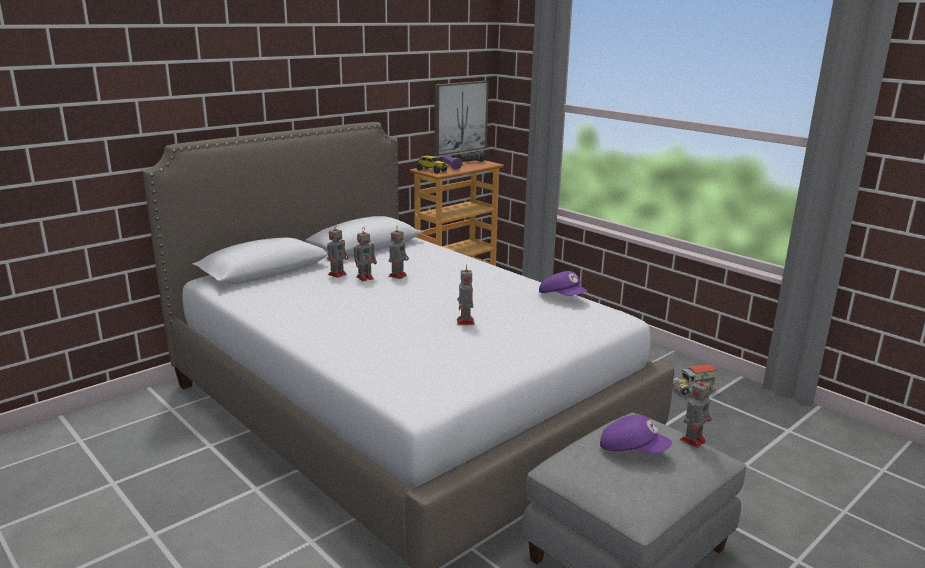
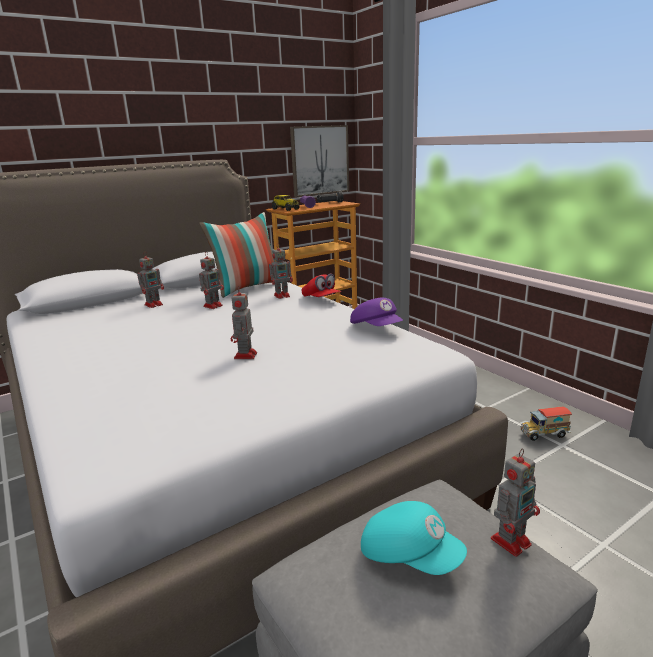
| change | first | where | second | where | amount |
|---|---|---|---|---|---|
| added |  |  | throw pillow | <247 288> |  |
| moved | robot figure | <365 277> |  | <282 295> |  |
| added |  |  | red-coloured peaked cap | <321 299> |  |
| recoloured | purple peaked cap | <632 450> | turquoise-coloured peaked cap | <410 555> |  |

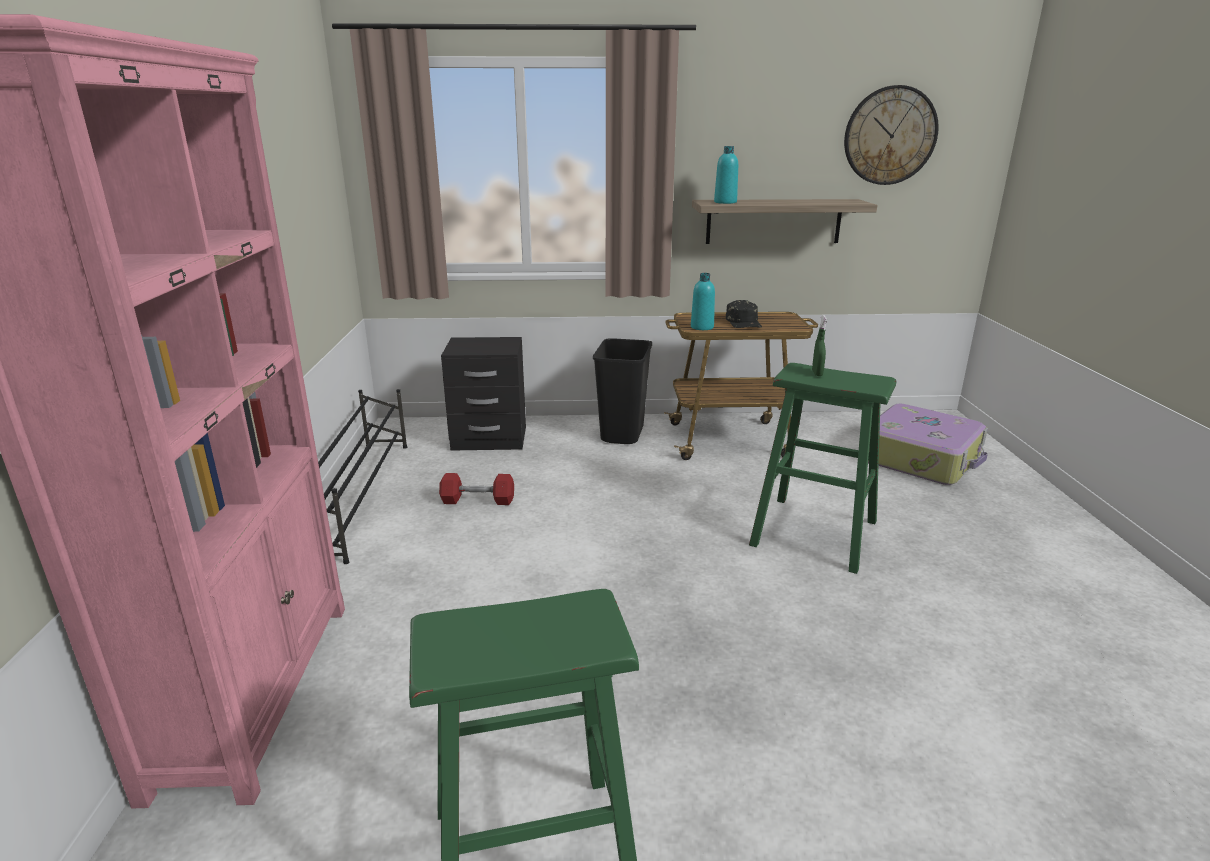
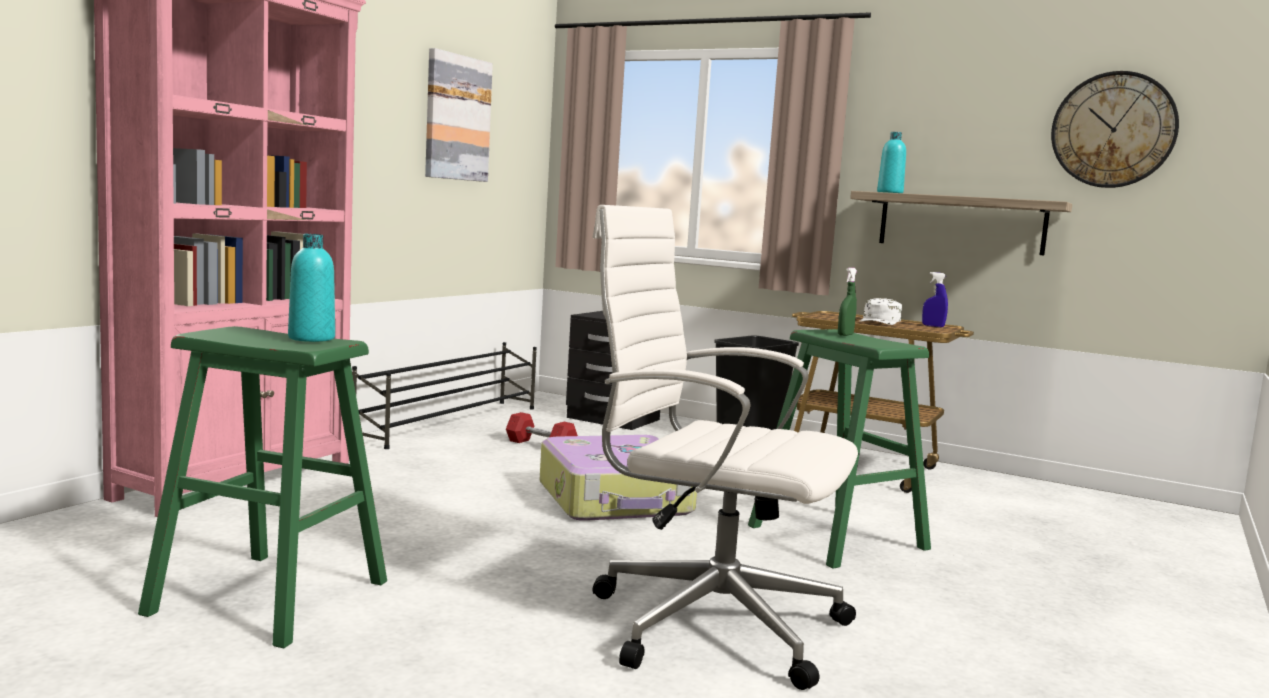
| change | first | where | second | where | amount |
|---|---|---|---|---|---|
| moved | turquoise-coloured drink bottle | <702 327> |  | <311 338> |  |
| added |  |  | wall picture | <457 118> |  |
| moved | travel case | <921 458> |  | <616 499> |  |
| added |  |  | white office chair | <709 622> |  |
| recoloured | black-coloured peaked cap | <744 322> | white peaked cap | <880 321> |  |
| added |  |  | blue-coloured sprayer | <933 326> |  |

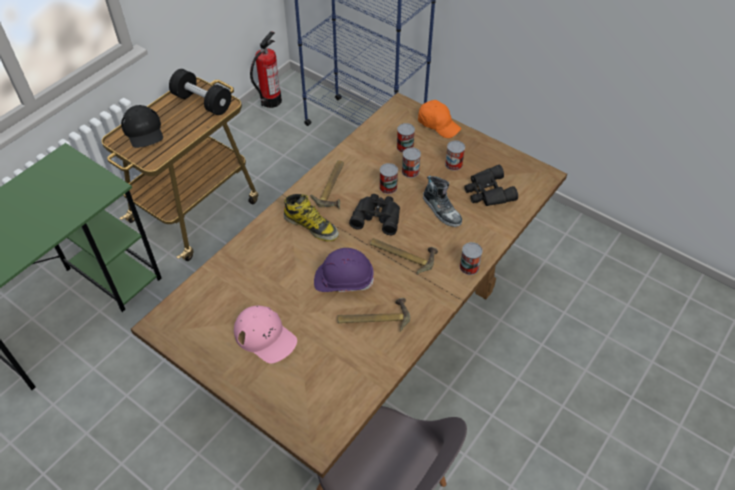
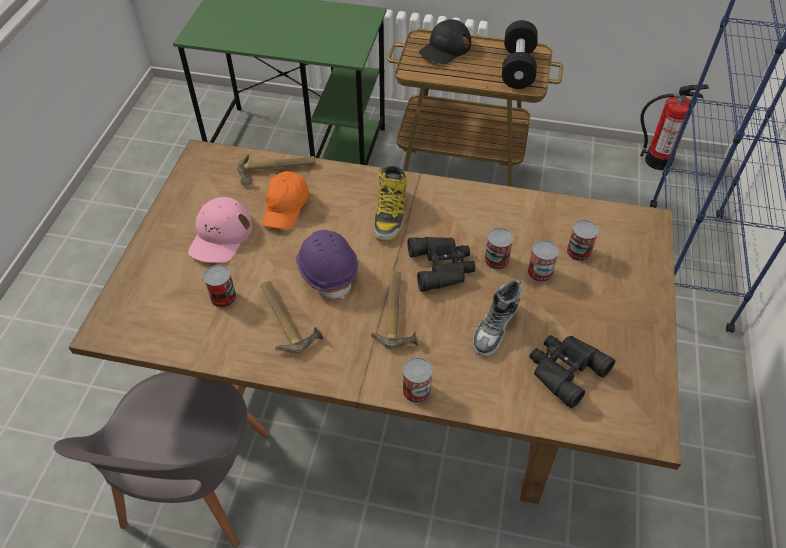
| change | first | where | second | where | amount |
|---|---|---|---|---|---|
| moved | can | <453 164> |  | <223 297> |  |
| moved | tool hammer | <333 187> |  | <276 170> |  |
| moved | orange-coloured peaked cap | <438 124> |  | <286 208> |  |

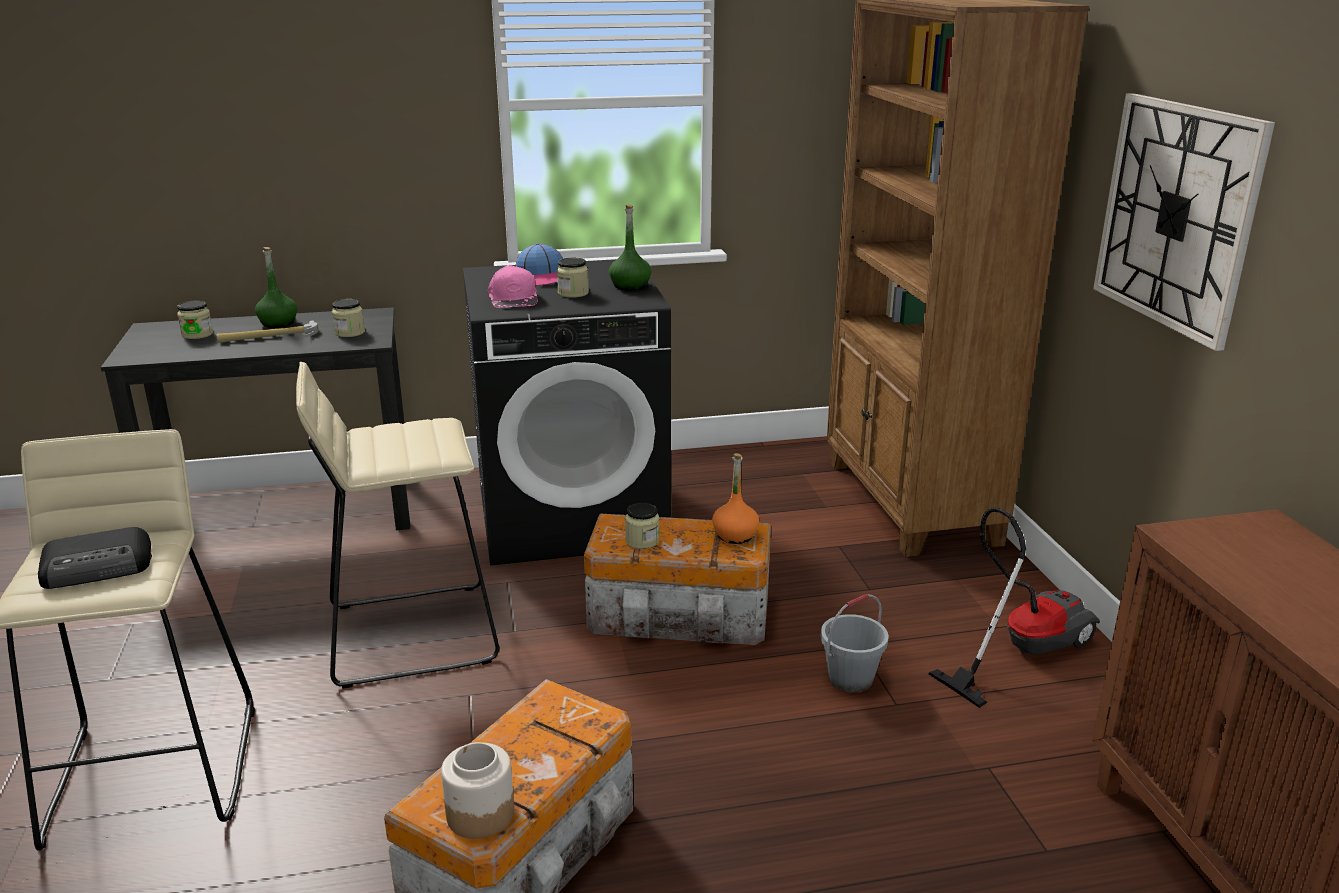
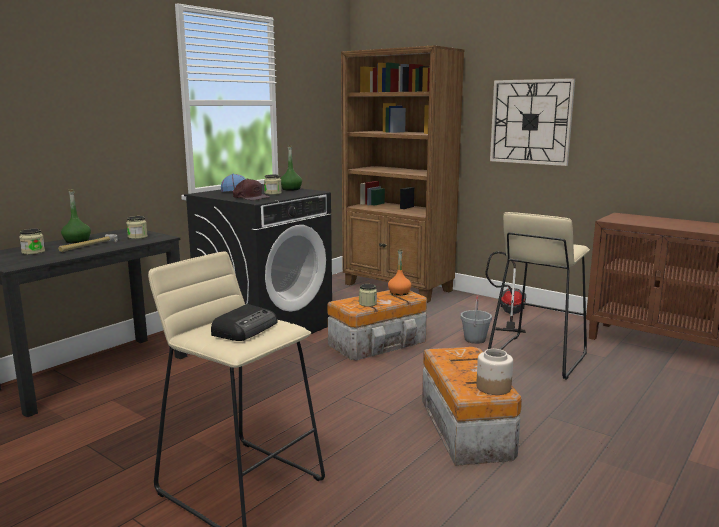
| change | first | where | second | where | amount |
|---|---|---|---|---|---|
| recoloured | pink peaked cap | <514 298> | brown-coloured peaked cap | <250 197> |  |
| moved | beige sitting stool | <410 633> |  | <536 357> |  |

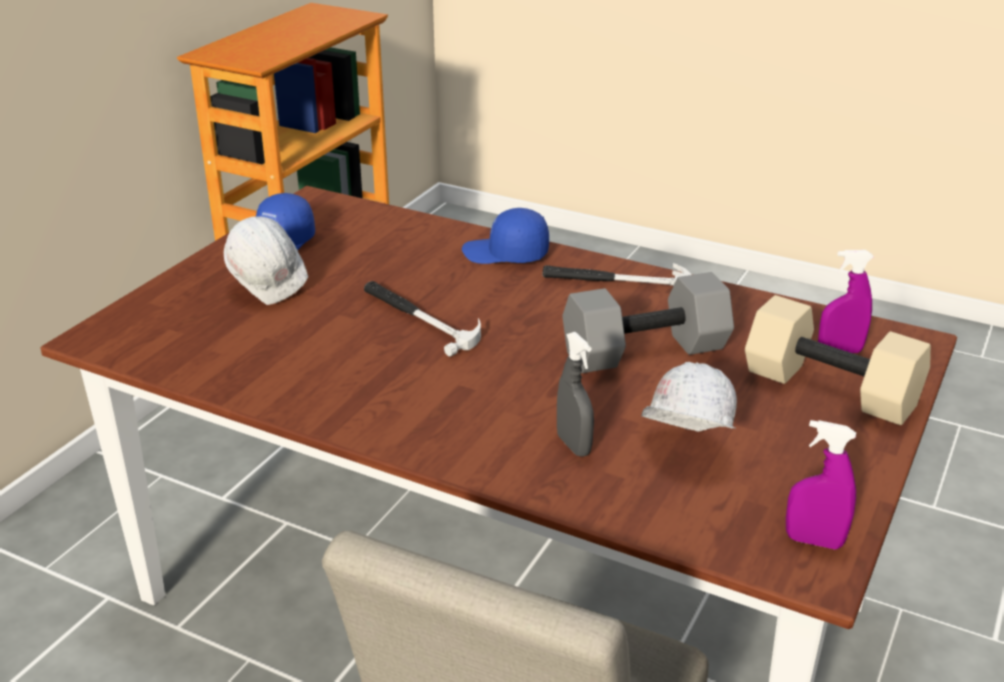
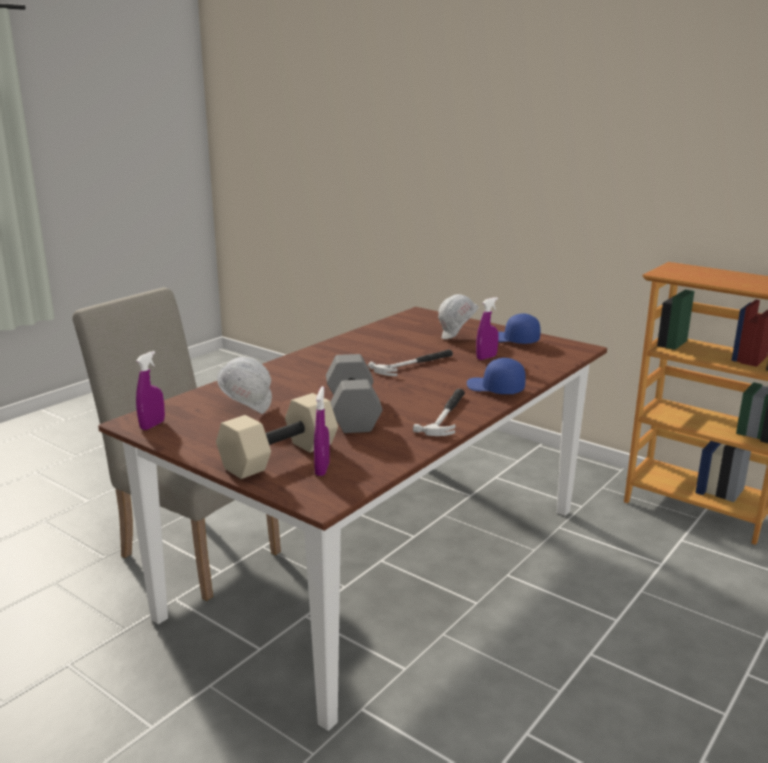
| change | first | where | second | where | amount |
|---|---|---|---|---|---|
| turned | blue-coloured peaked cap | <505 254> |  | <495 389> | 75 degrees counterclockwise |
| added |  |  | purple sprayer | <486 357> |  |
| removed | greyish sprayer | <573 445> |  |  |  |

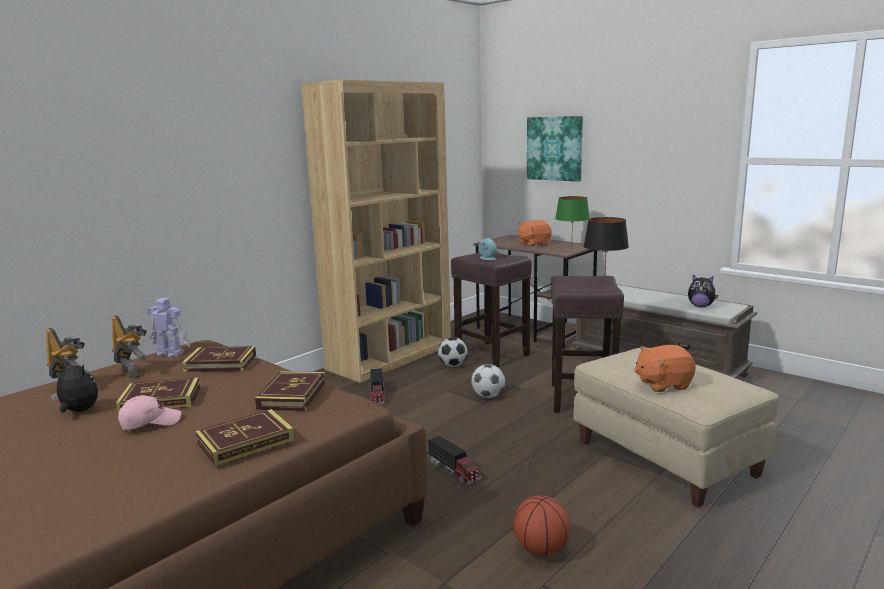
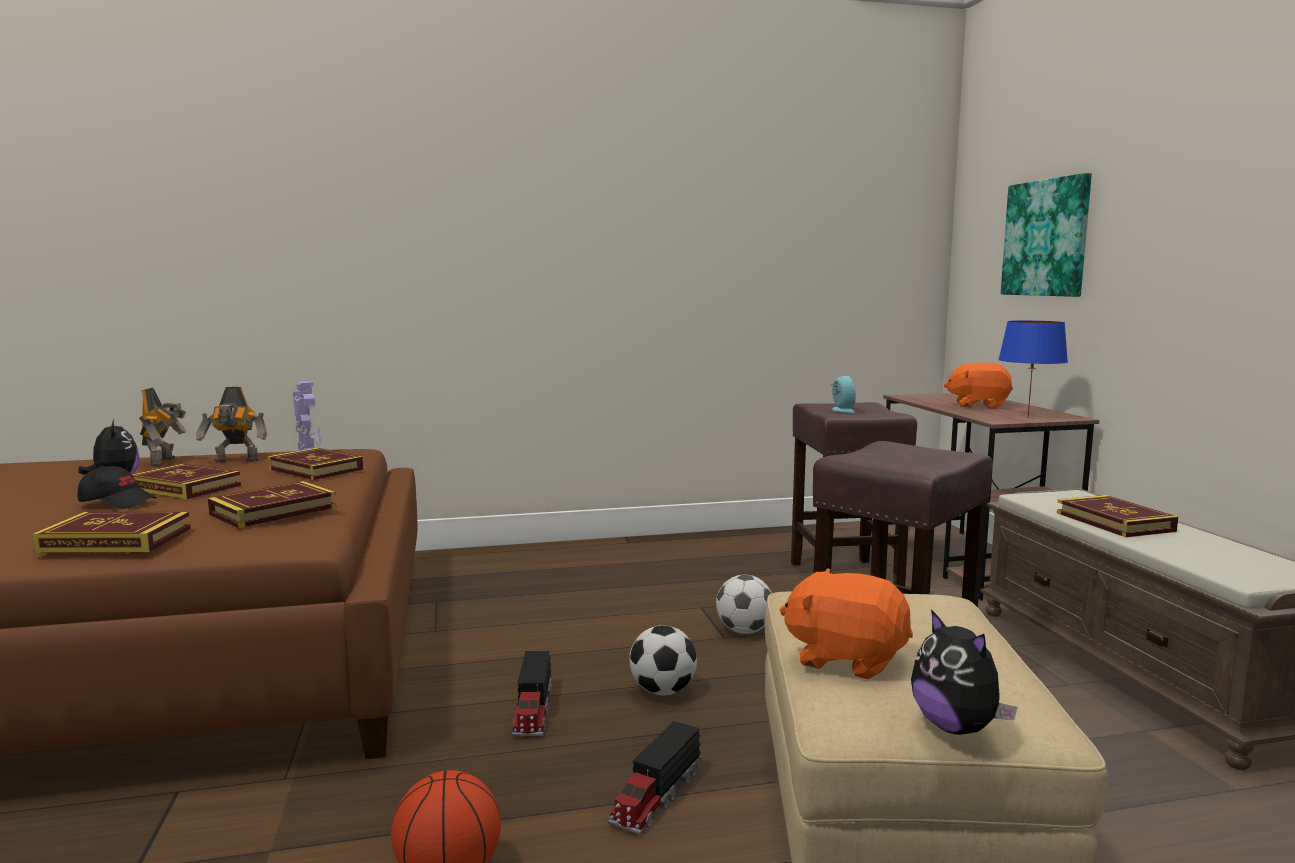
| change | first | where | second | where | amount |
|---|---|---|---|---|---|
| recoloured | pink peaked cap | <150 422> | black-coloured peaked cap | <118 502> |  |
| turned | robot figure | <132 372> |  | <236 461> | 90 degrees clockwise |
| moved | toy truck | <377 394> |  | <656 796> |  |
| moved | football | <452 365> |  | <662 691> |  |
| moved | plush toy | <700 306> |  | <956 727> |  |
| recoloured | green tabletop lamp | <571 249> | blue-coloured tabletop lamp | <1027 418> |  |
| added |  |  | bound book | <1114 522> |  |
| removed | brown-coloured bookshelf | <390 357> |  |  |  |
| removed | black-coloured tabletop lamp | <605 285> |  |  |  |

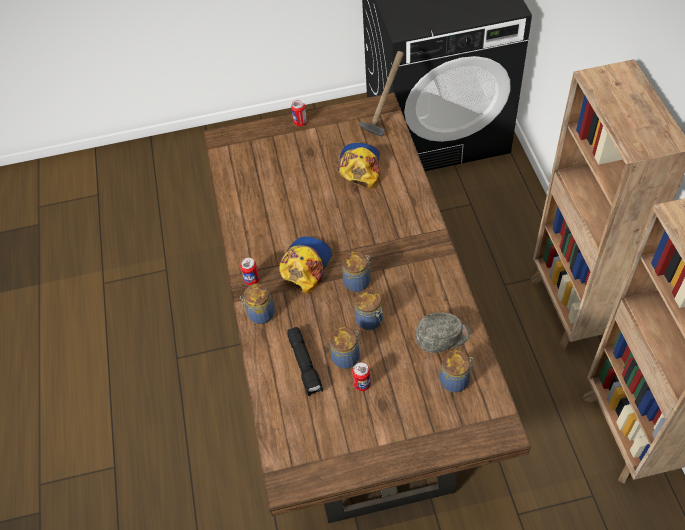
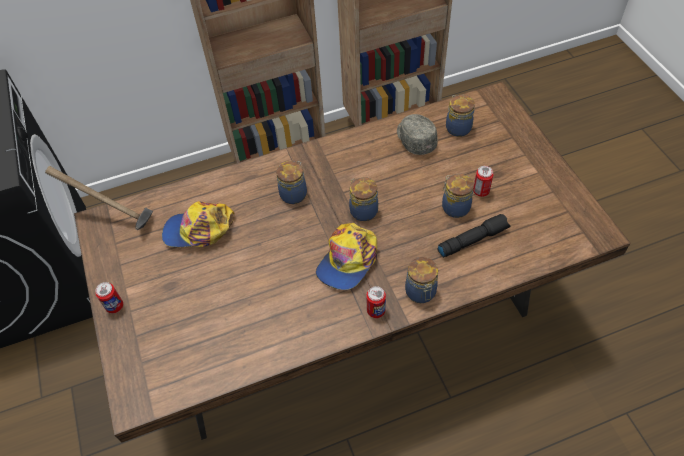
| change | first | where | second | where | amount |
|---|---|---|---|---|---|
| moved | storage jar | <370 320> |  | <294 194> |  |
| turned | peaked cap | <305 265> |  | <348 260> | 75 degrees counterclockwise |

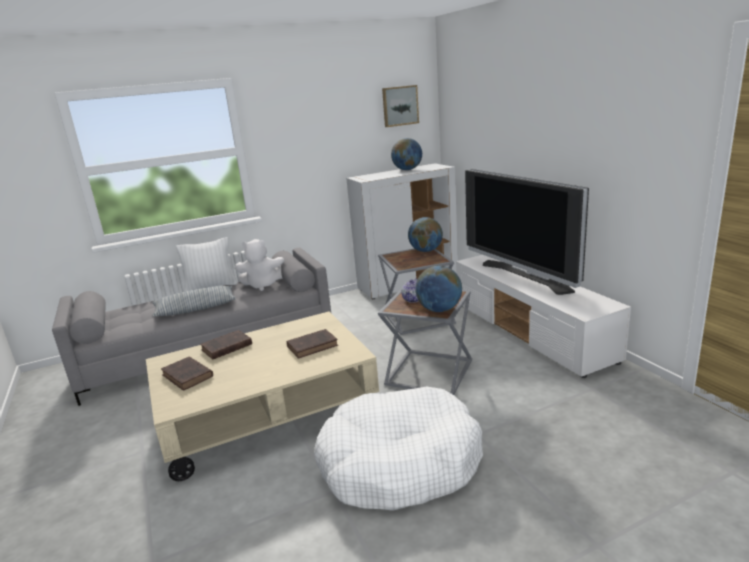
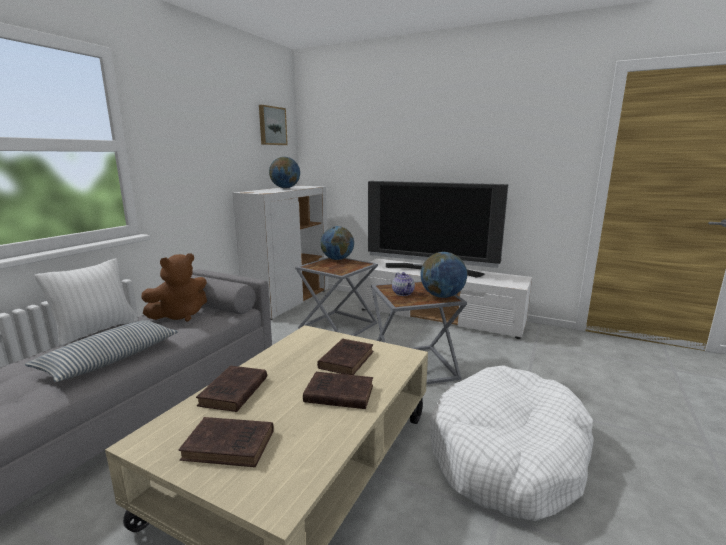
| change | first | where | second | where | amount |
|---|---|---|---|---|---|
| recoloured | white plush toy | <263 285> | brown-coloured plush toy | <181 315> |  |
| added |  |  | brown-coloured bound book | <337 394> |  |

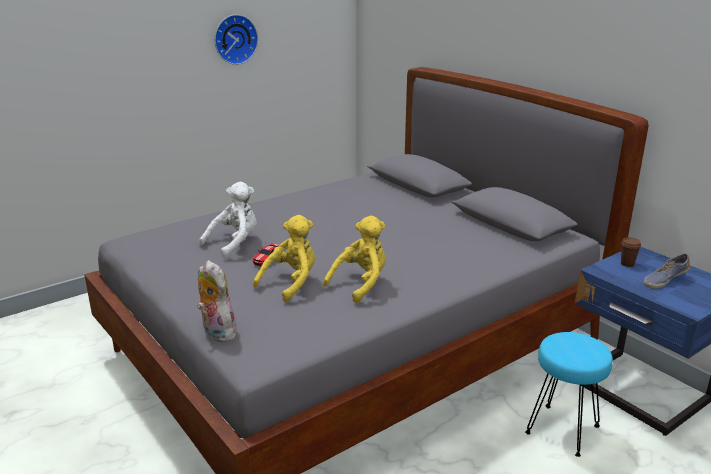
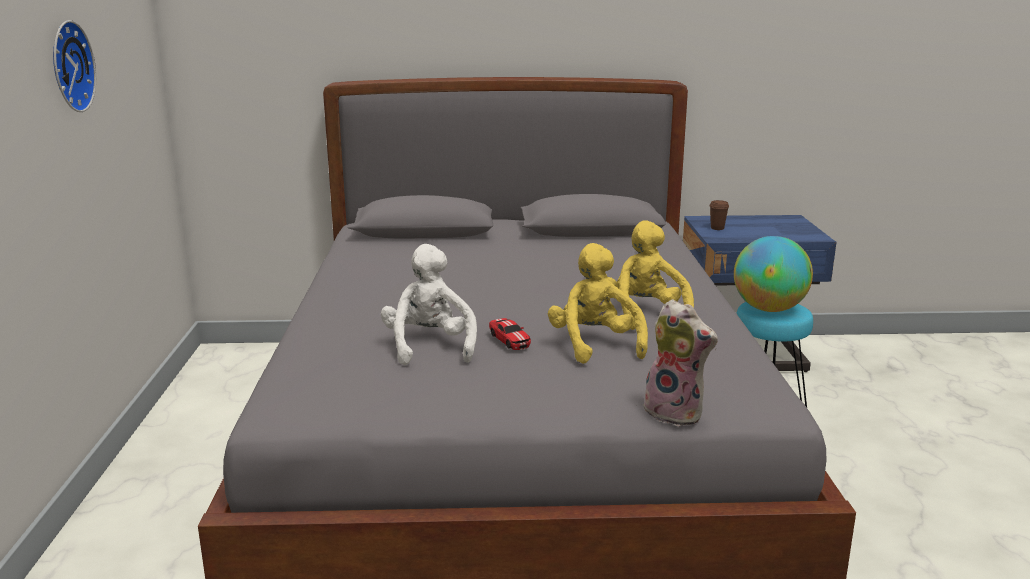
| change | first | where | second | where | amount |
|---|---|---|---|---|---|
| turned | plush toy | <216 333> |  | <676 413> | 135 degrees counterclockwise |
| added |  |  | world globe | <769 309> |  |
| removed | item of footwear | <664 280> |  |  |  |

